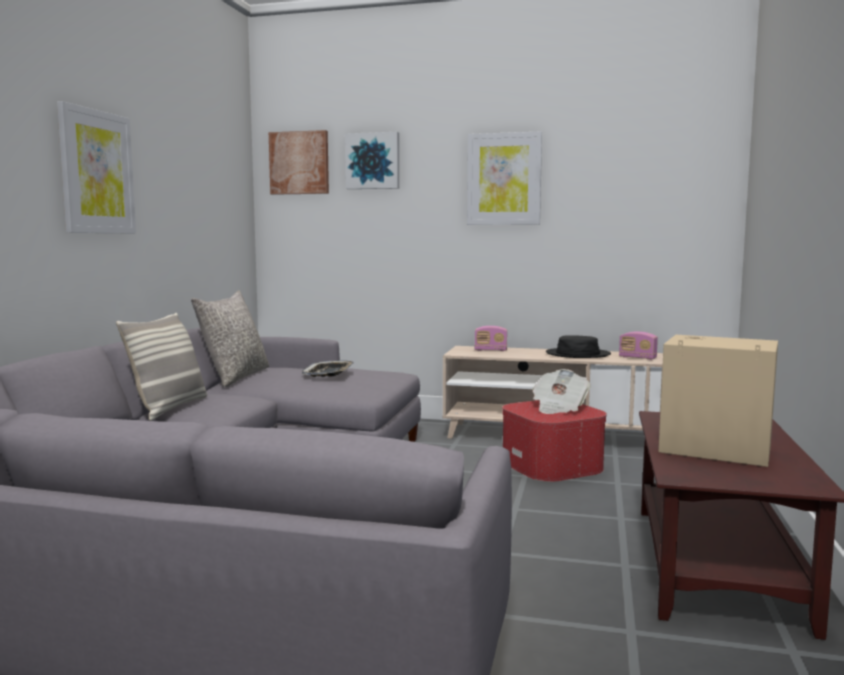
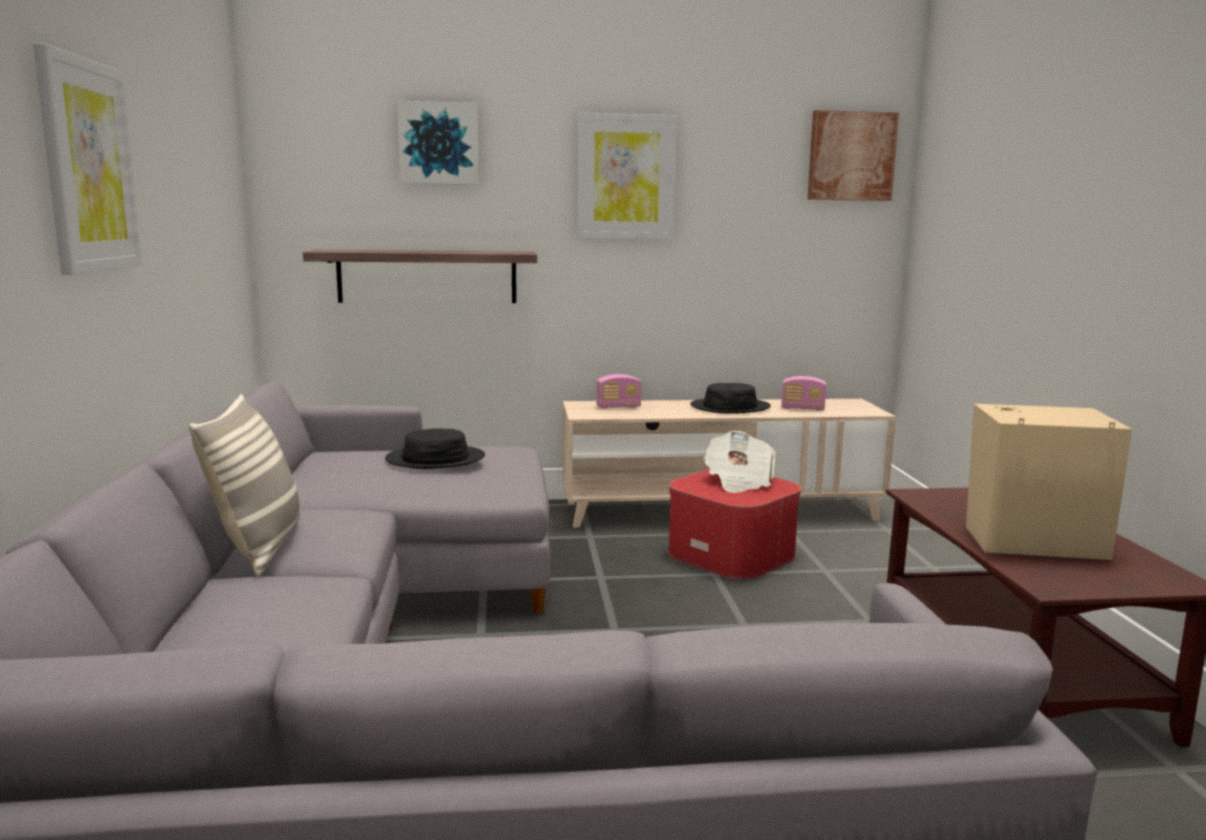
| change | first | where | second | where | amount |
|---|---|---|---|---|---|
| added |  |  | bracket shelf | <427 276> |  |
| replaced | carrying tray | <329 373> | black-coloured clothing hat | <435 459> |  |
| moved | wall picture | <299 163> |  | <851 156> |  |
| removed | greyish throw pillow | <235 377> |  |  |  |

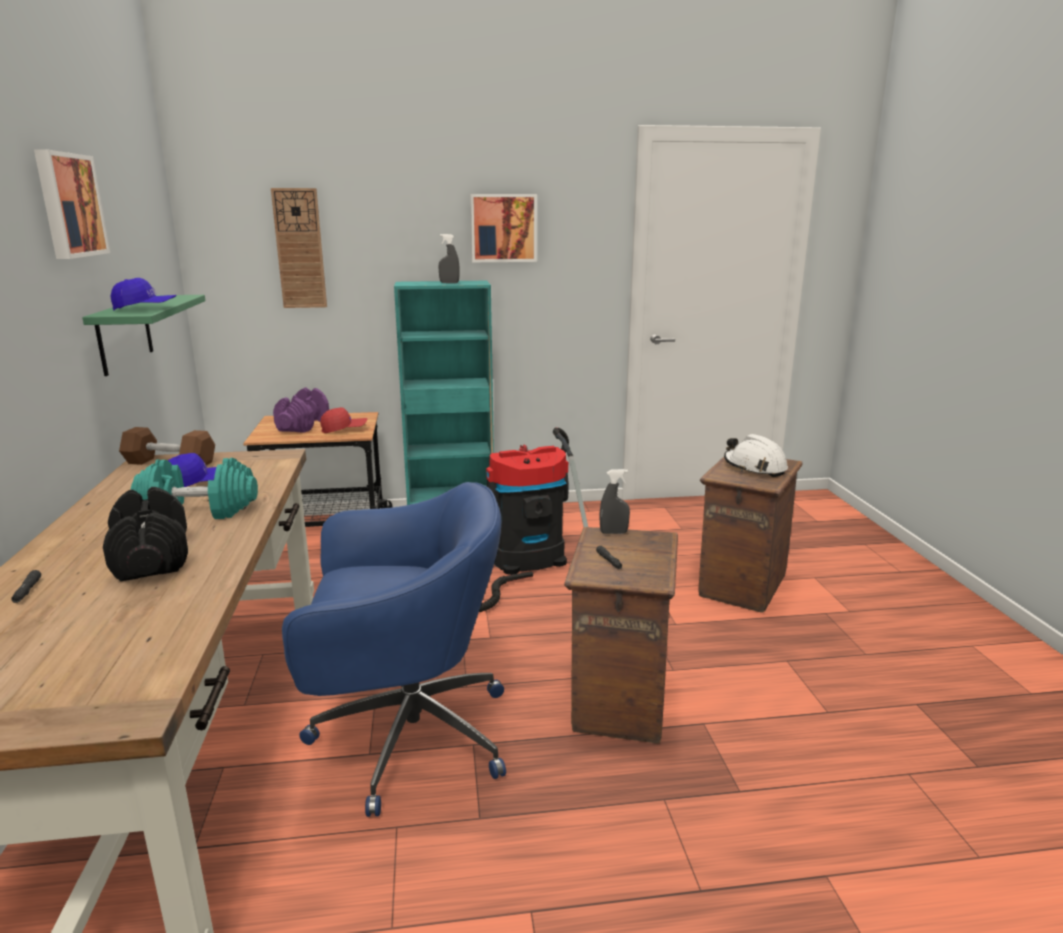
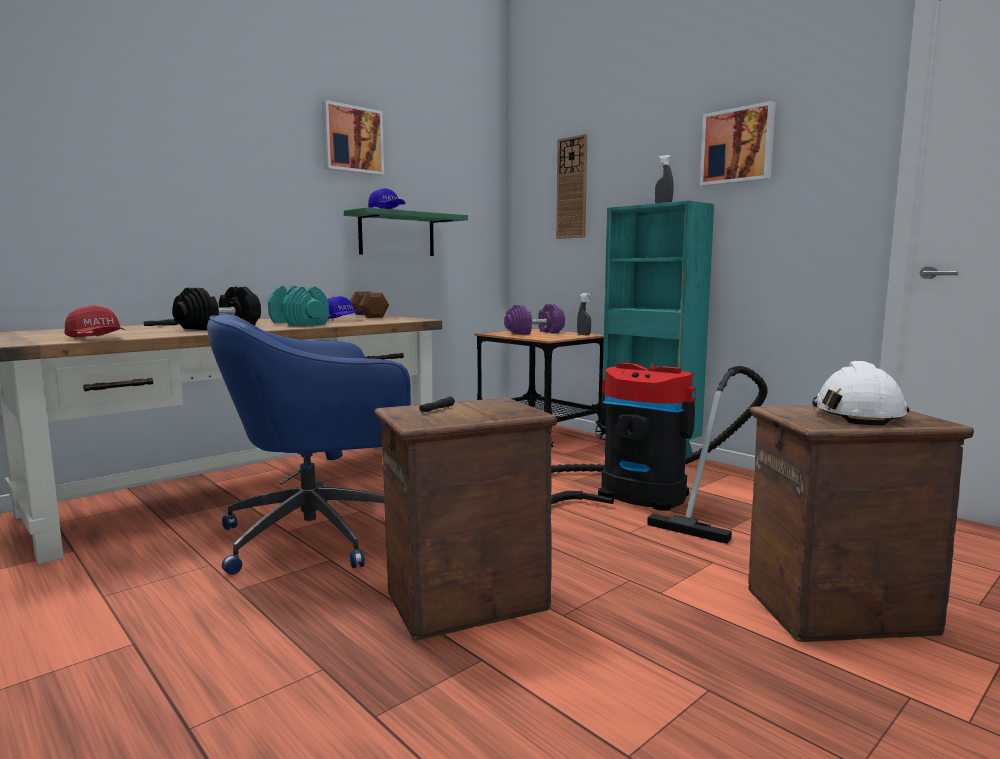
| change | first | where | second | where | amount |
|---|---|---|---|---|---|
| moved | red-coloured peaked cap | <344 430> |  | <97 338> |  |
| turned | blue-coloured office chair | <406 736> |  | <318 535> | 105 degrees clockwise |
| moved | greyish sprayer | <613 532> |  | <583 335> |  |

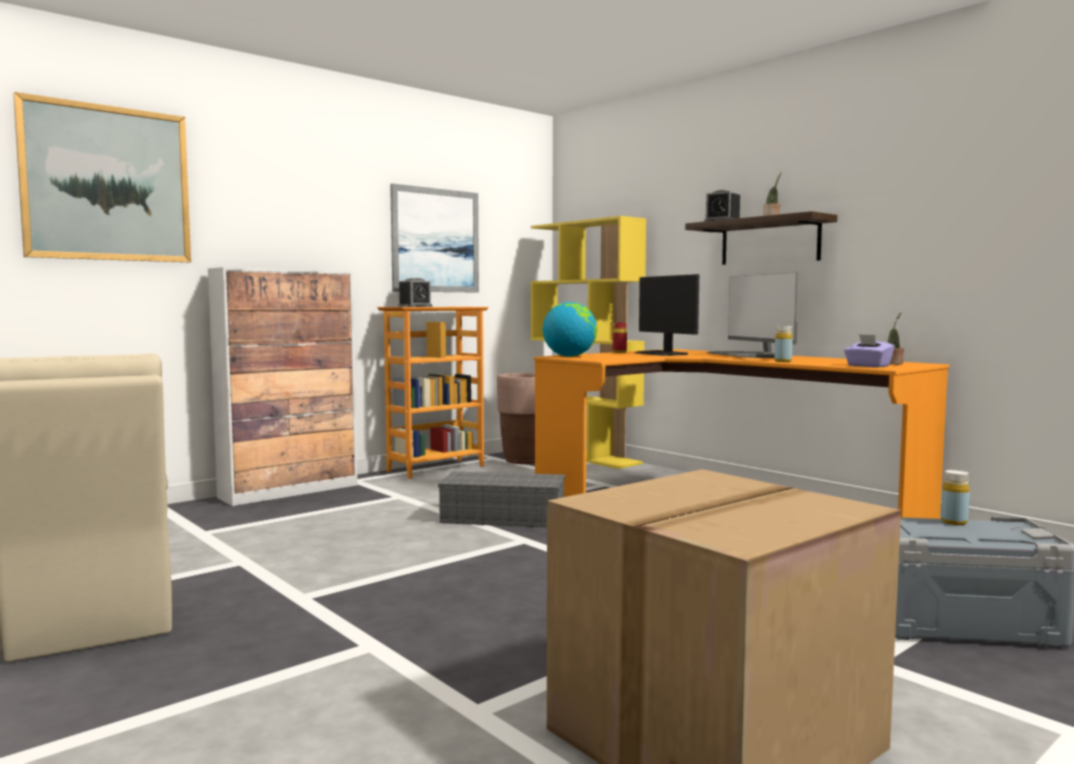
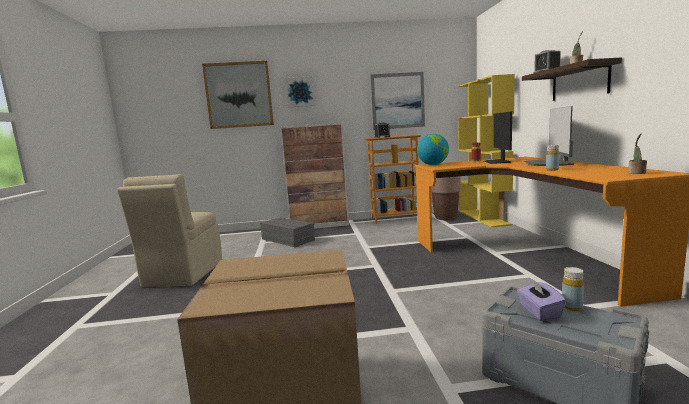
| change | first | where | second | where | amount |
|---|---|---|---|---|---|
| moved | greyish storage bin | <501 517> |  | <287 239> |  |
| added |  |  | wall picture | <300 92> |  |
| moved | purple tissue holder | <867 366> |  | <539 312> |  |

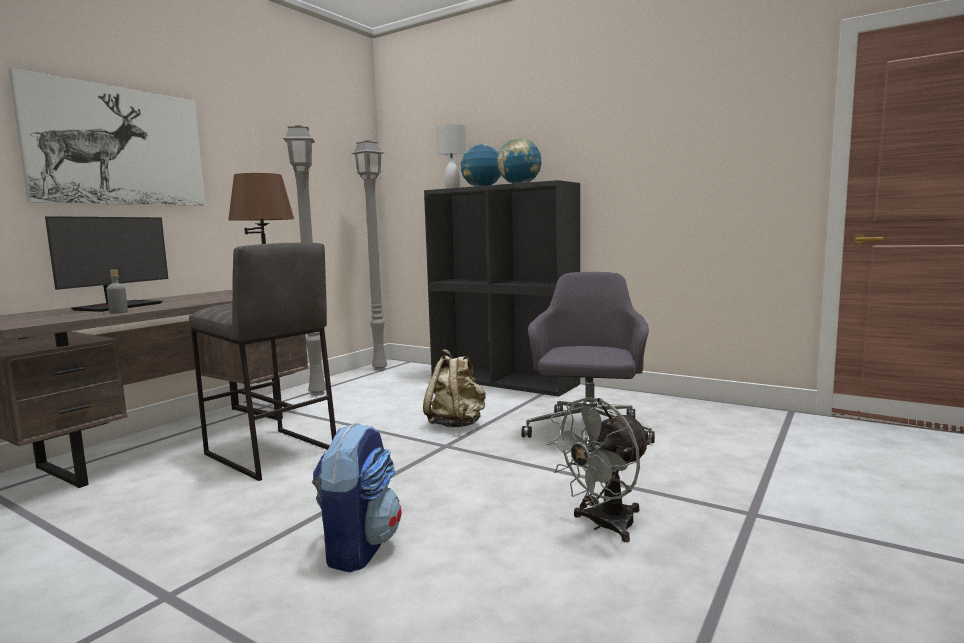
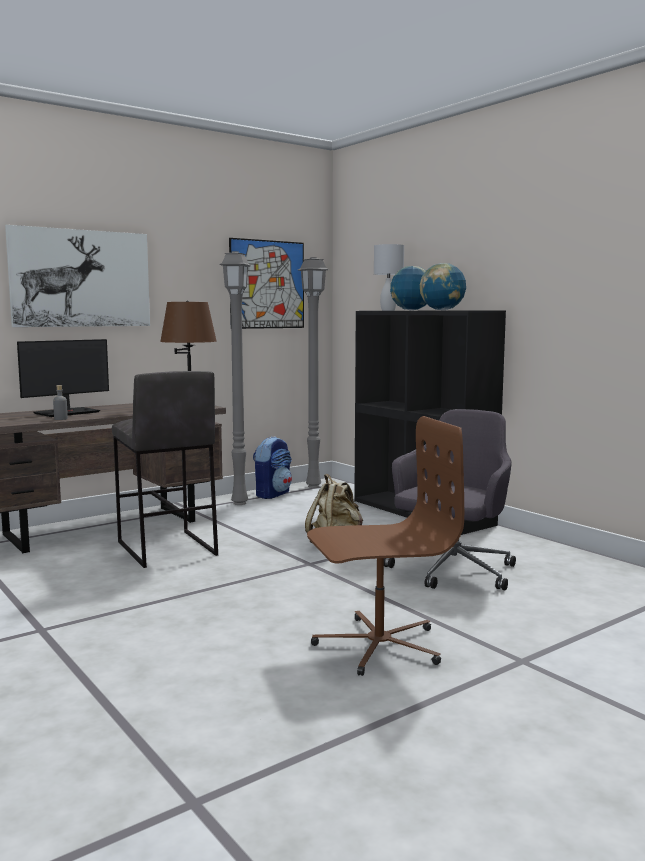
| change | first | where | second | where | amount |
|---|---|---|---|---|---|
| added |  |  | wall picture | <267 284> |  |
| moved | rucksack | <359 547> |  | <272 494> |  |
| replaced | greyish fan | <603 526> | brown-coloured office chair | <378 645> |  |

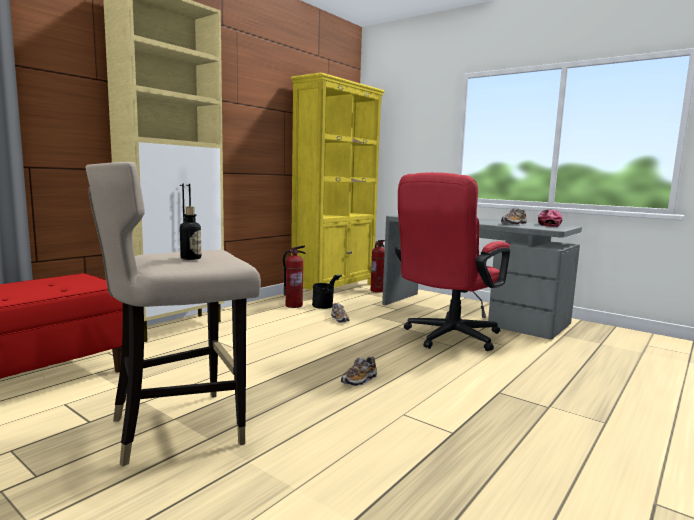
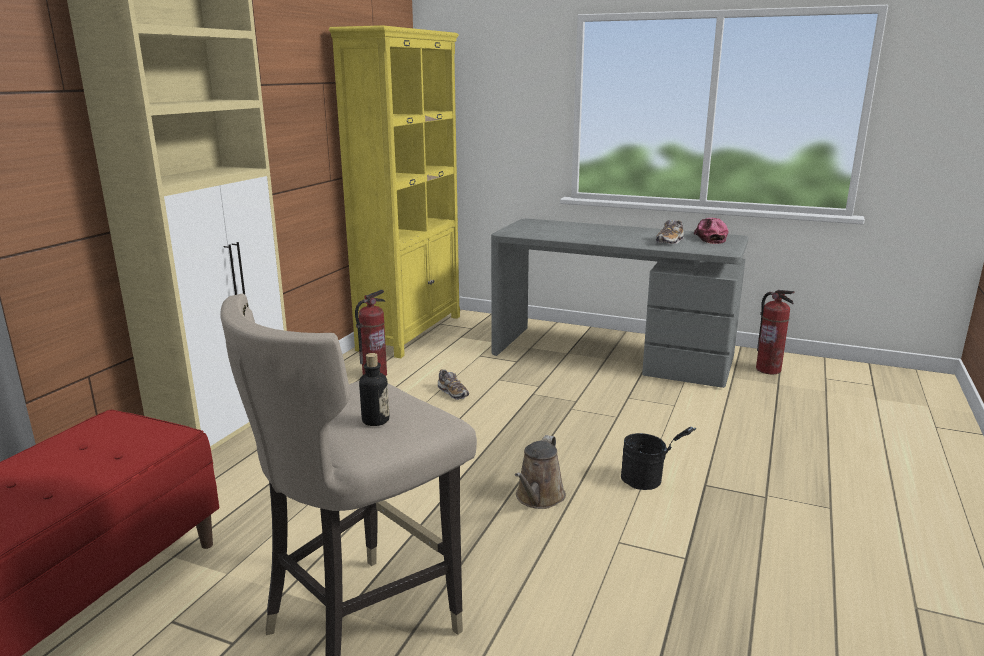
| change | first | where | second | where | amount |
|---|---|---|---|---|---|
| replaced | item of footwear | <359 380> | brown-coloured watering can | <538 498> |  |
| moved | black-coloured pail | <325 307> |  | <649 481> |  |
| moved | fire-fighting cylinder | <378 290> |  | <768 369> |  |
| removed | red-coloured office chair | <447 338> |  |  |  |

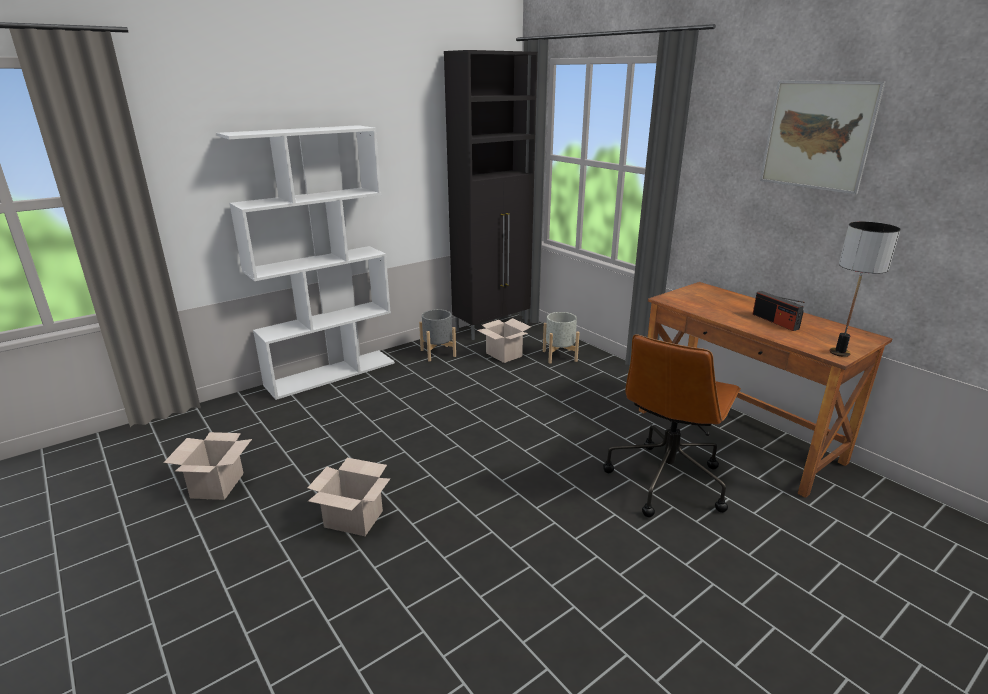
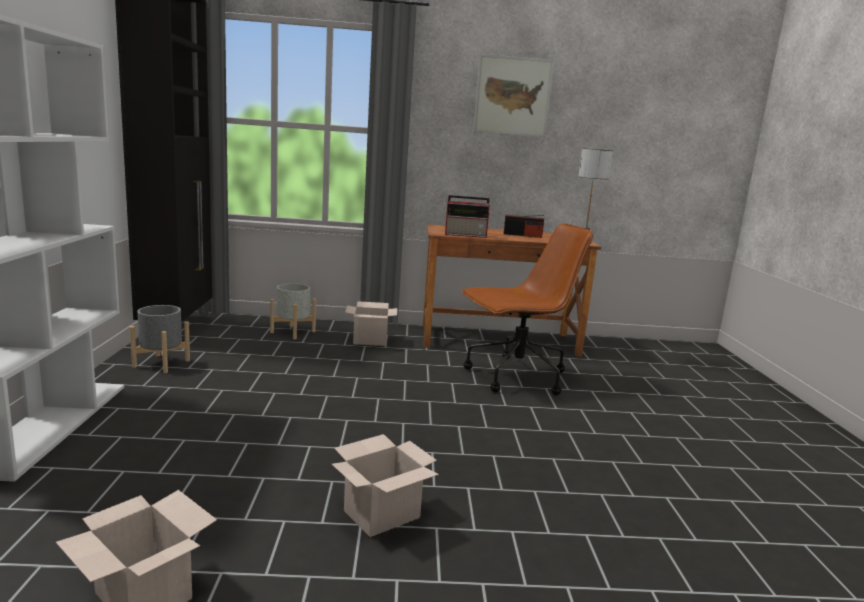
| change | first | where | second | where | amount |
|---|---|---|---|---|---|
| moved | carton | <503 354> |  | <369 340> |  |
| added |  |  | radio set | <466 235> |  |
| turned | brown-coloured office chair | <666 480> |  | <515 377> | 90 degrees counterclockwise |

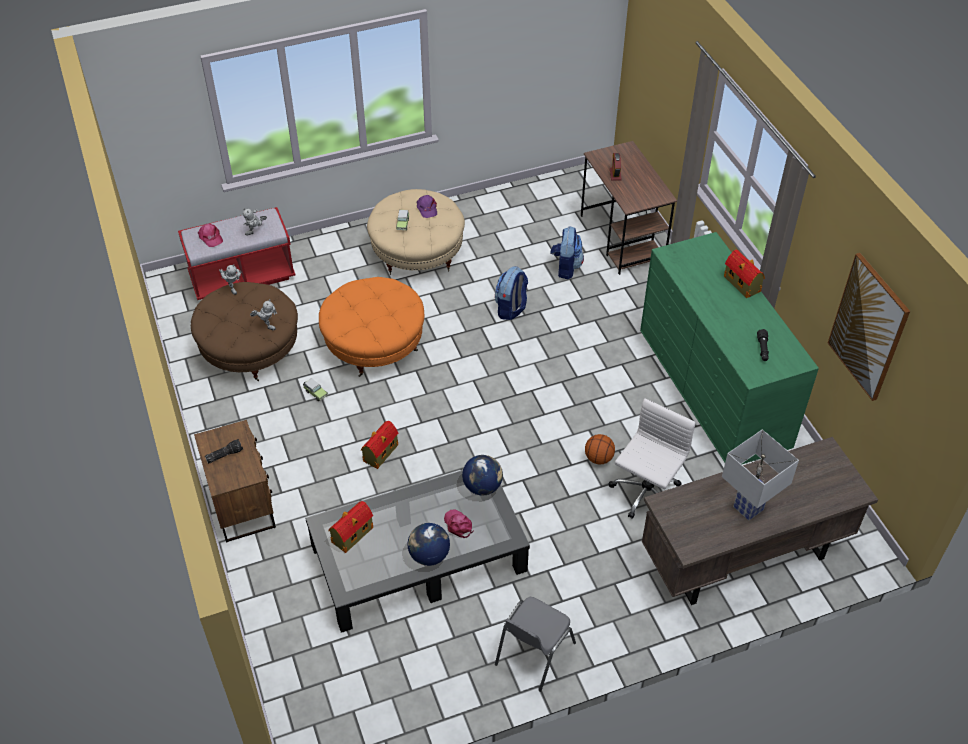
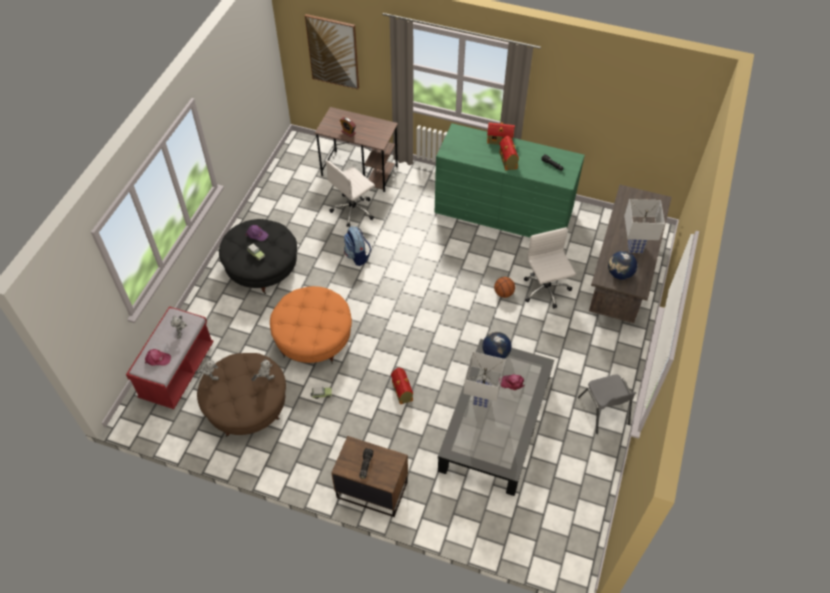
| change | first | where | second | where | amount |
|---|---|---|---|---|---|
| recoloured | beige ottoman | <417 252> | black-coloured ottoman | <262 268> |  |
| moved | wall picture | <868 327> |  | <333 51> |  |
| replaced | rucksack | <565 267> | white office chair | <353 210> |  |
| added |  |  | white tabletop lamp | <481 400> |  |
| moved | model house | <351 535> |  | <508 161> |  |
| moved | world globe | <429 555> |  | <619 274> |  |

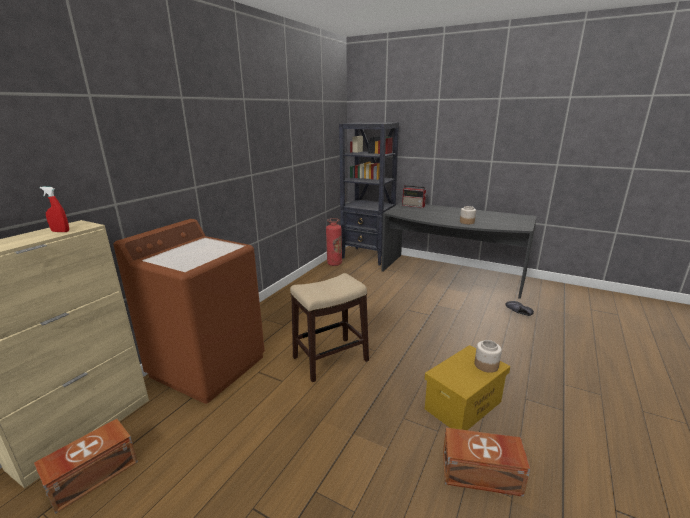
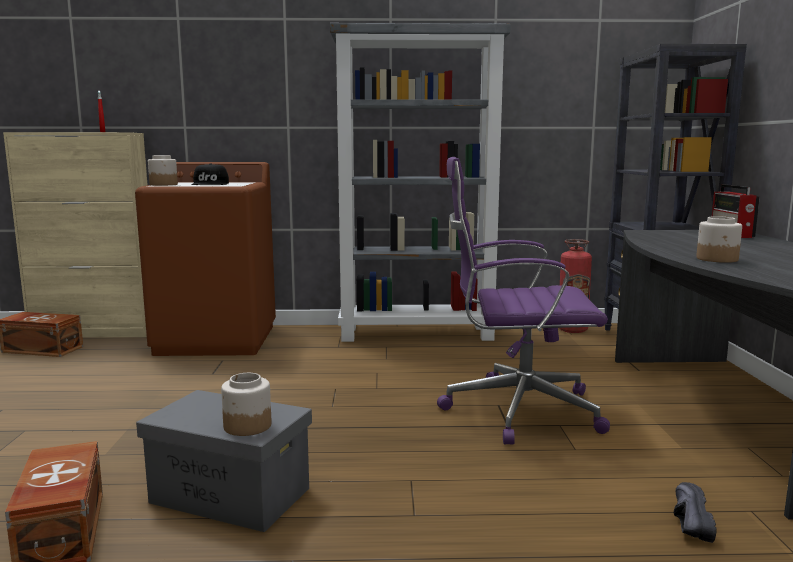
| change | first | where | second | where | amount |
|---|---|---|---|---|---|
| recoloured | yellowish storage bin | <463 404> | greyish storage bin | <232 495> |  |
| added |  |  | storage jar | <164 185> |  |
| added |  |  | black-coloured peaked cap | <211 184> |  |
| added |  |  | greyish bookshelf | <417 333> |  |
| added |  |  | purple office chair | <516 410> |  |
| removed | sitting stool | <331 358> |  |  |  |

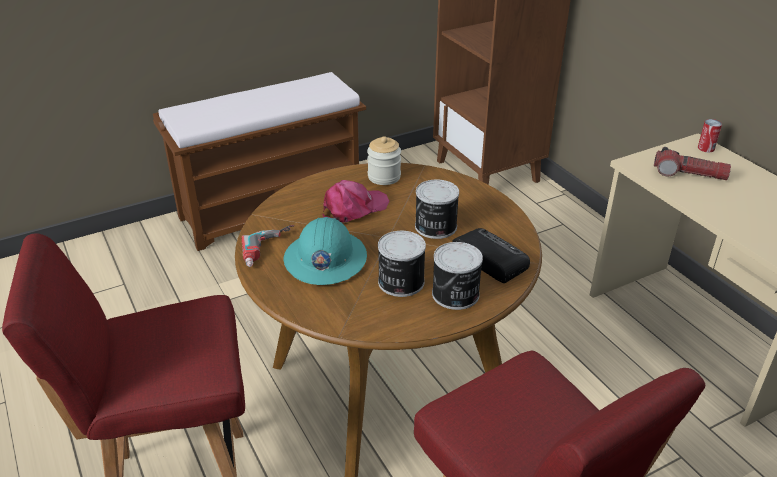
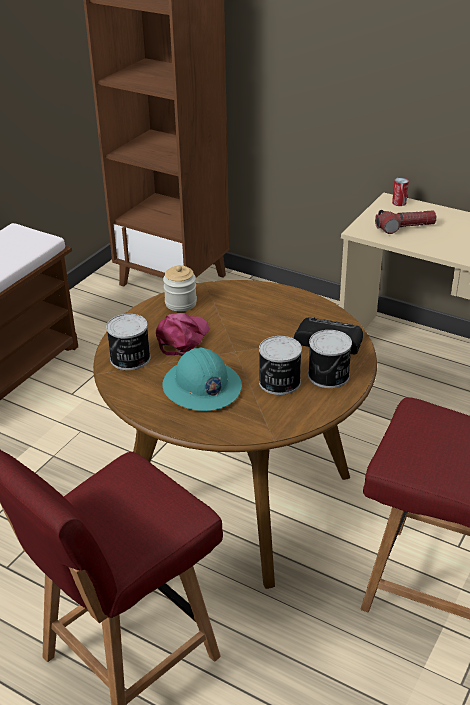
| change | first | where | second | where | amount |
|---|---|---|---|---|---|
| moved | can | <435 227> |  | <130 359> |  |
| removed | electric drill | <270 249> |  |  |  |

